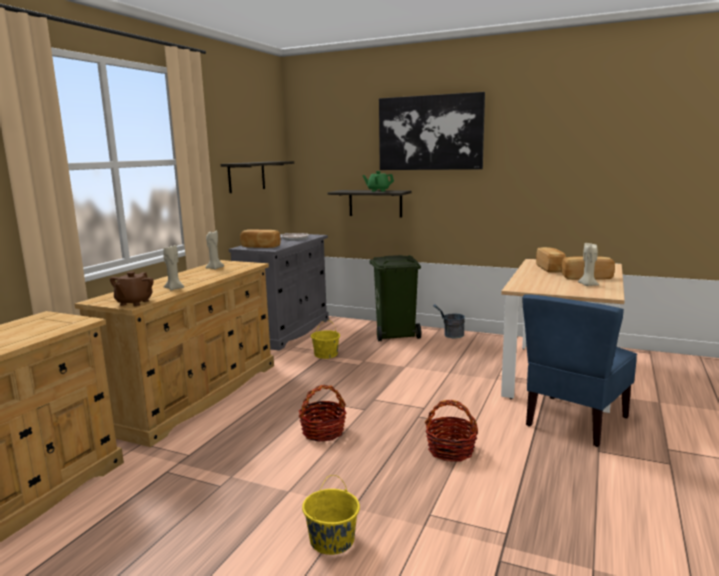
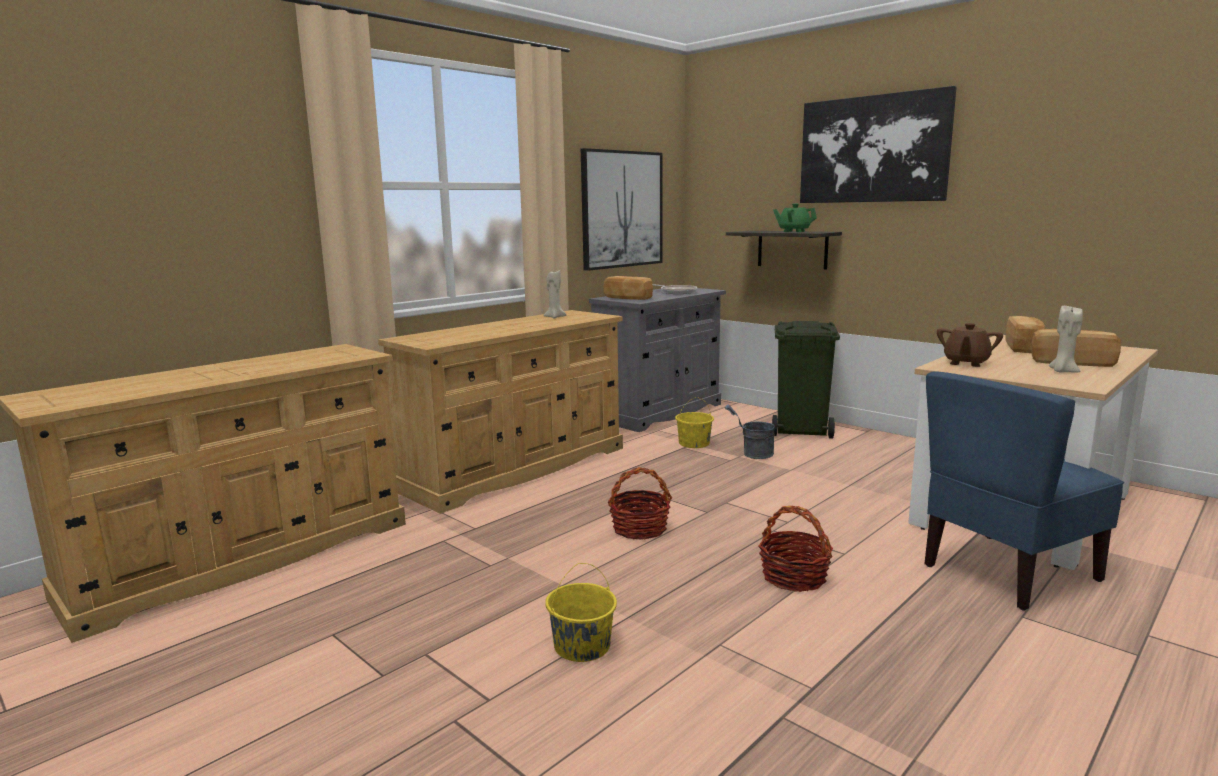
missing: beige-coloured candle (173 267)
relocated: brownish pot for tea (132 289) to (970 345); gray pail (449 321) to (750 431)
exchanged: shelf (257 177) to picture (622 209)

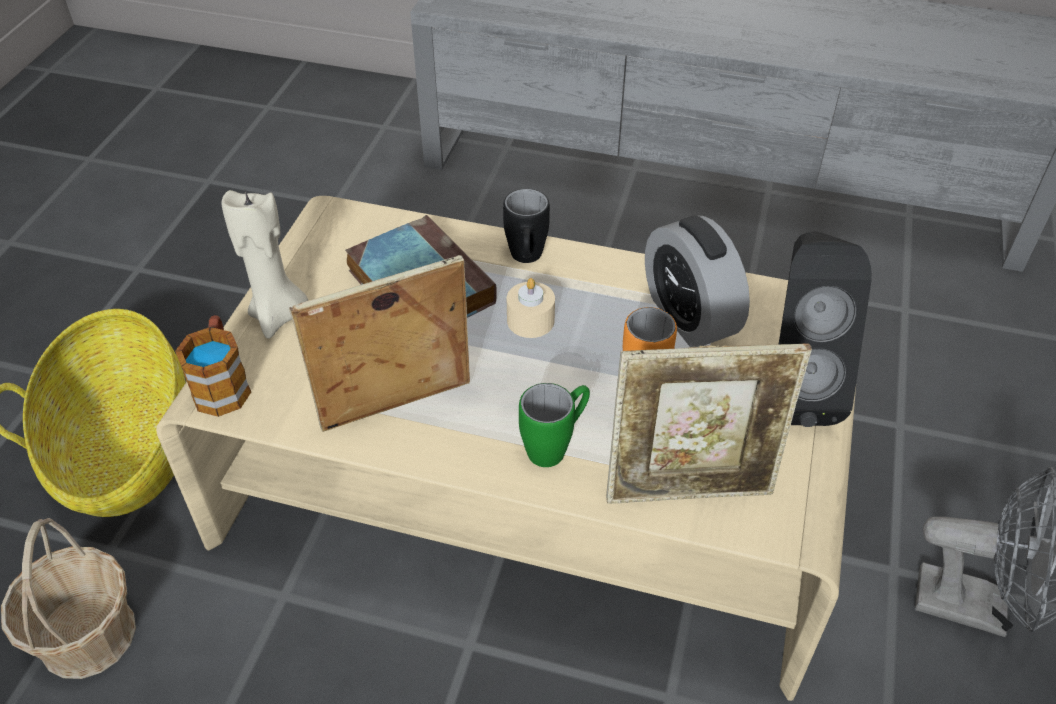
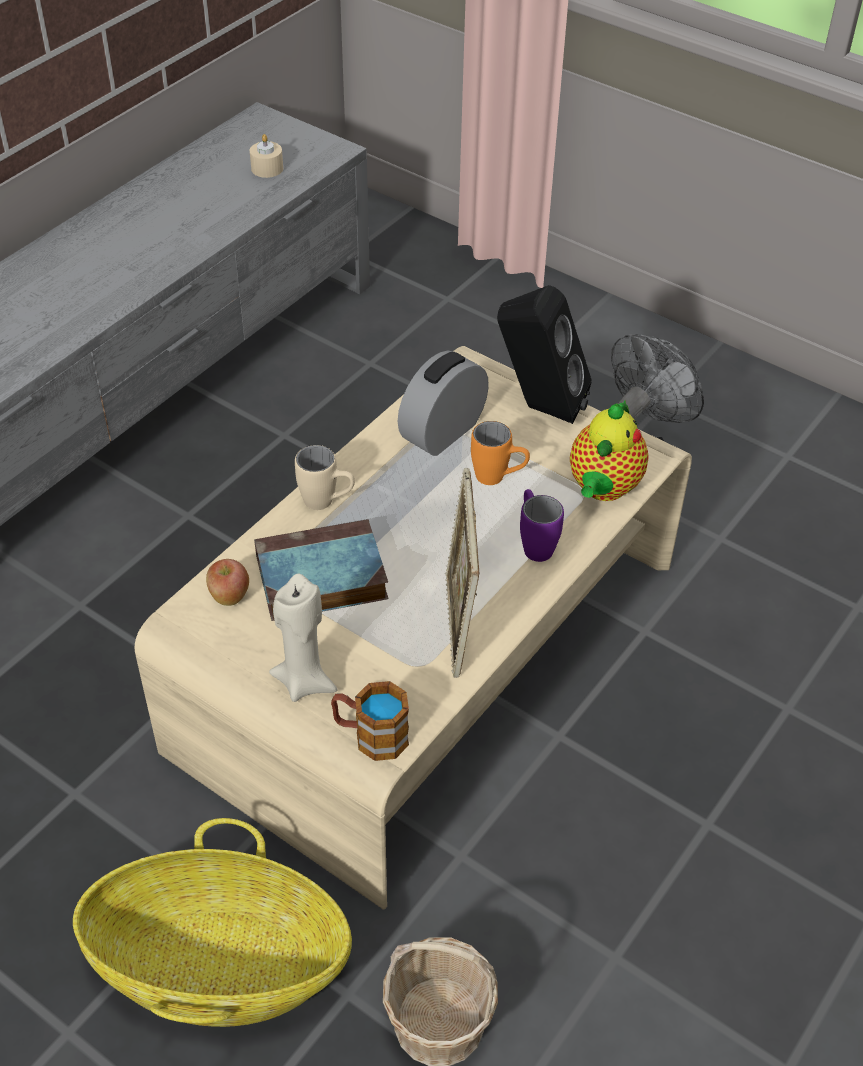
appeared: whole apple (227 582)
relocated: beige-coloured candle (531 308) to (266 156)
exchanged: photo frame (709 423) to pot for tea (609 450)
colour: black tea mug (526 226) to beige-coloured tea mug (325 477); green tea mug (554 425) to purple tea mug (542 525)
spun: alarm clock (697 281) = (443 403) 135 degrees clockwise

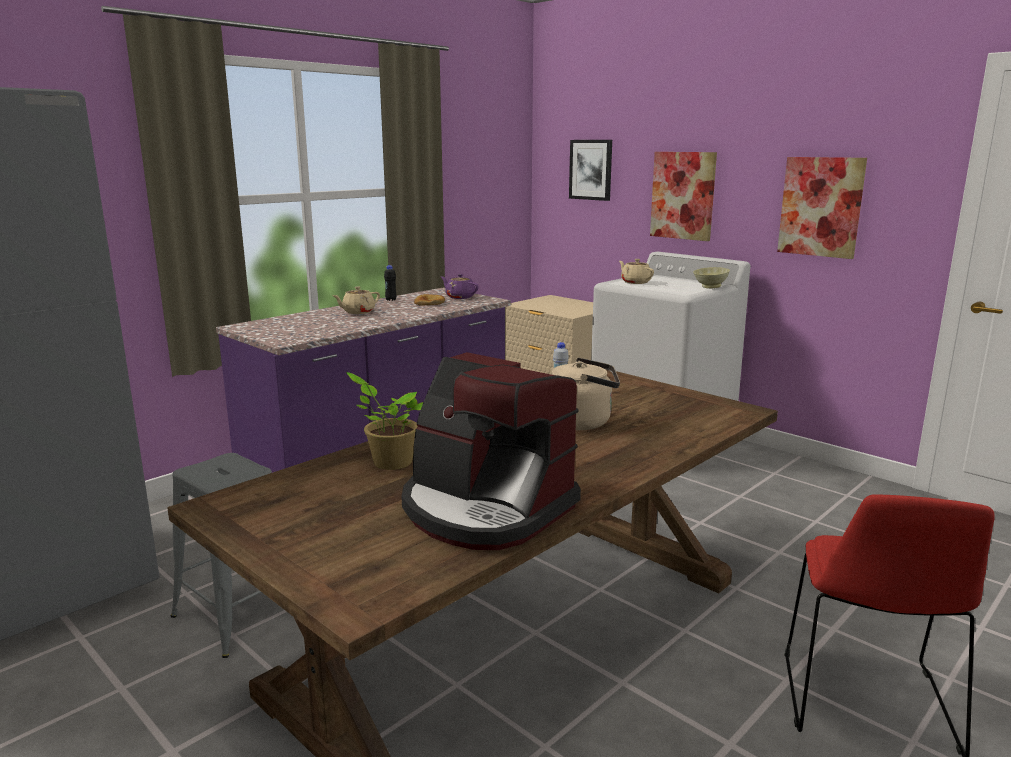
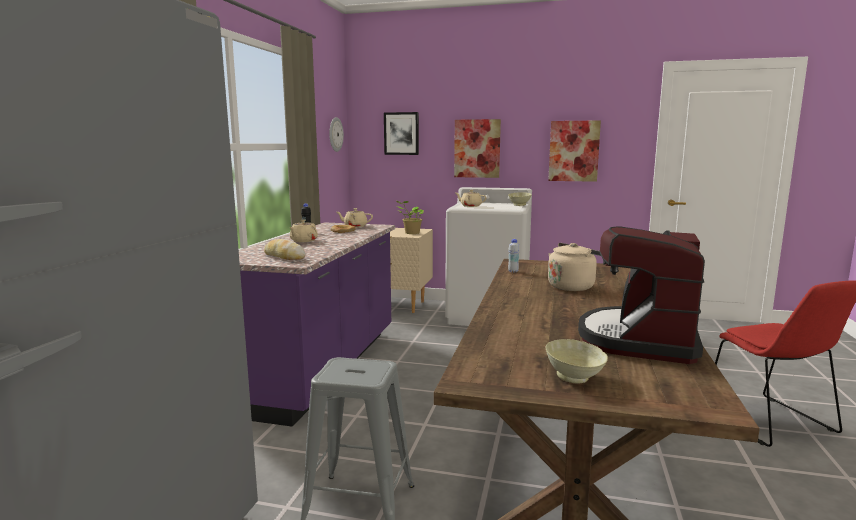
appeared: clock on the wall (336 134); baked bread (284 249); beige-coloured bowl (577 361)
relocated: potted plant (384 421) to (410 217)
colour: purple pot for tea (460 286) to beige-coloured pot for tea (355 217)
spun: coffee brewer (491 451) = (641 295) 105 degrees clockwise

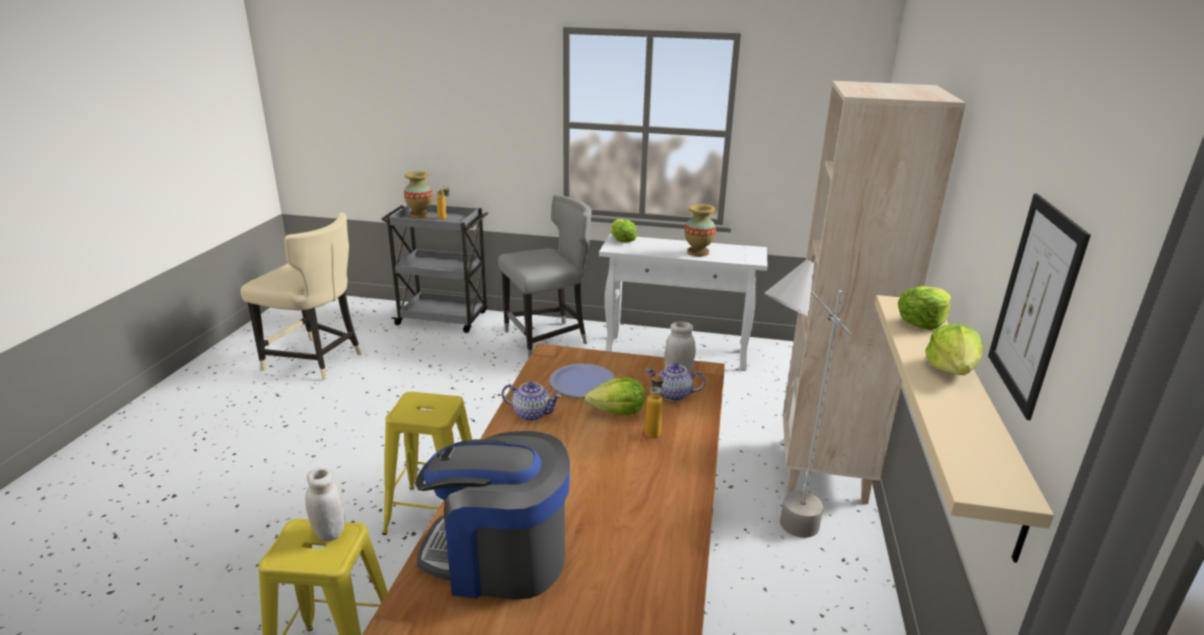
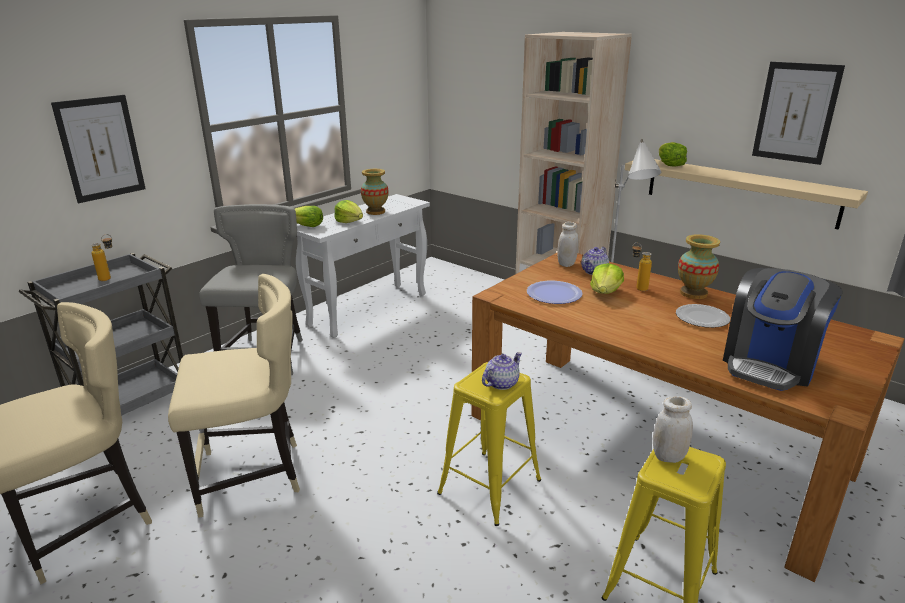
appeared: picture (98 149); beige-coloured chair (234 396); plate (703 316)
relocated: flower vase (418 194) to (699 266); lettuce head (953 349) to (348 211); pot for tea (531 401) to (502 371)

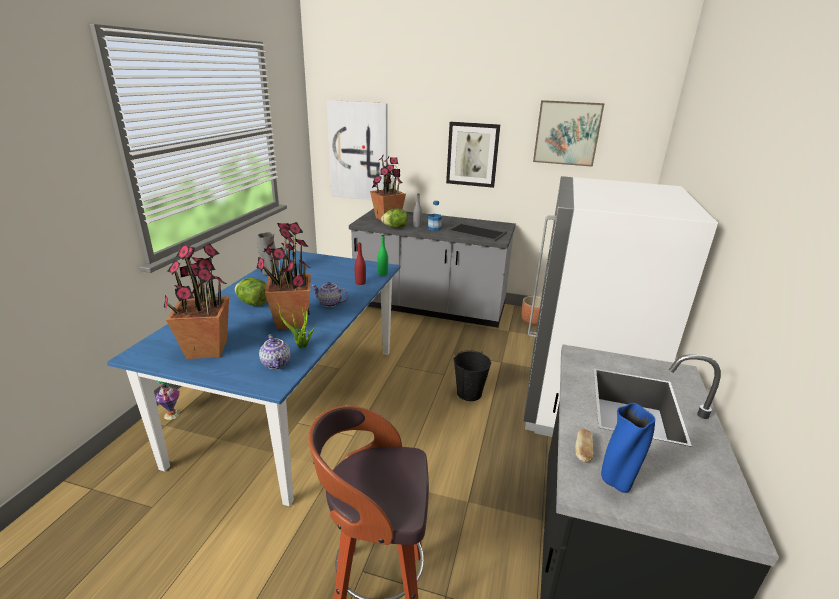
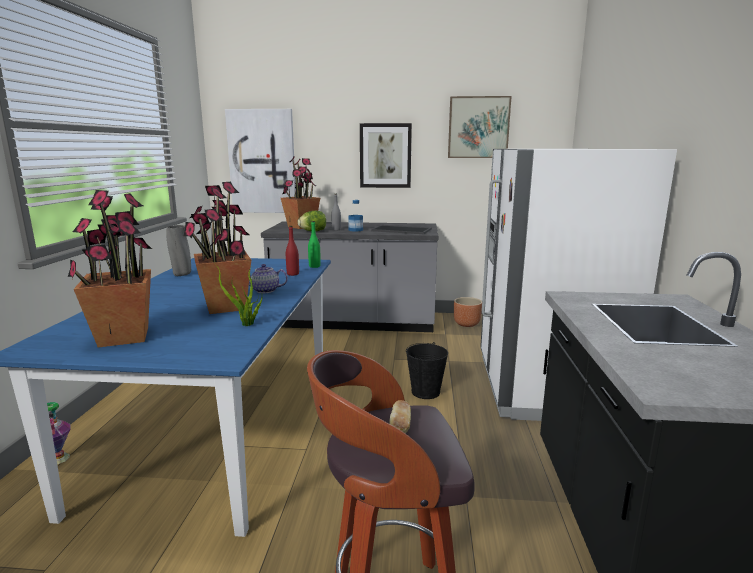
missing: lettuce head (251 292); pot for tea (275 351); blue-coloured flower vase (628 448)
relocated: baked bread (584 445) to (400 416)

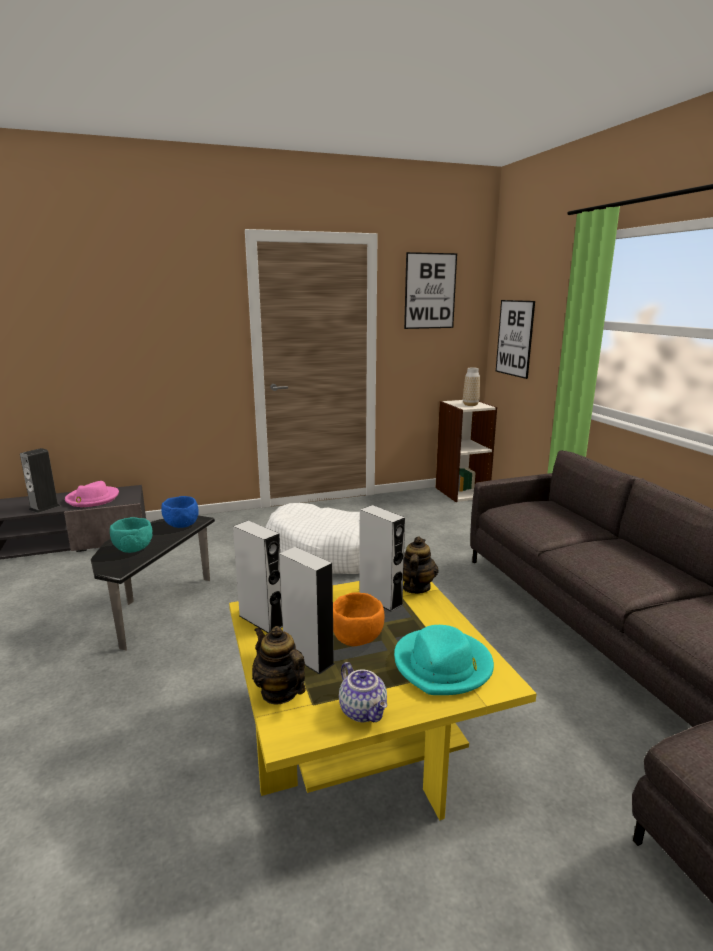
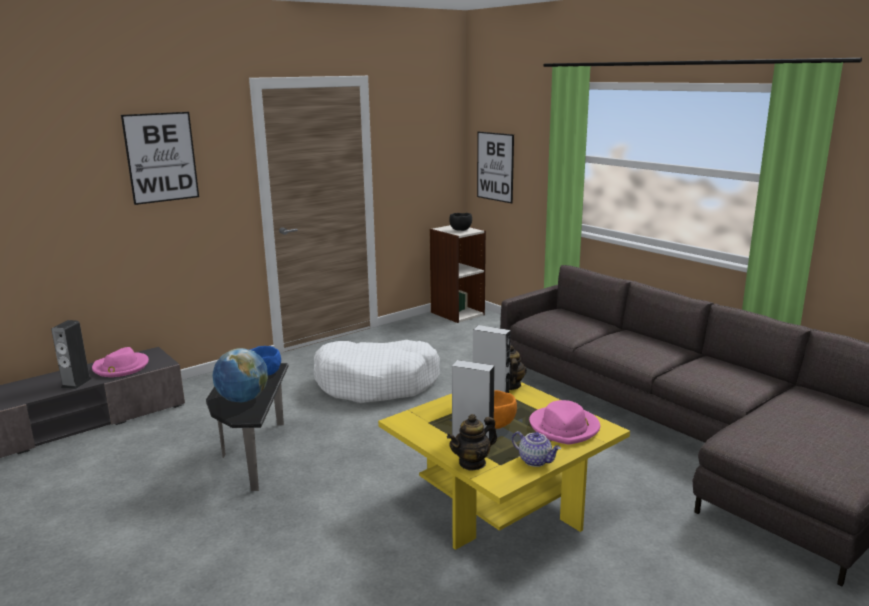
missing: gray audio speaker (258 577)
relocated: picture (430 290) to (160 158)
exchanged: flower vase (471 386) to black bowl (460 222); blue-green bowl (131 535) to globe (240 375)
colour: blue-green hat (444 660) to pinkish hat (564 422)
spun: pot for tea (279 665) = (472 442) 60 degrees counterclockwise

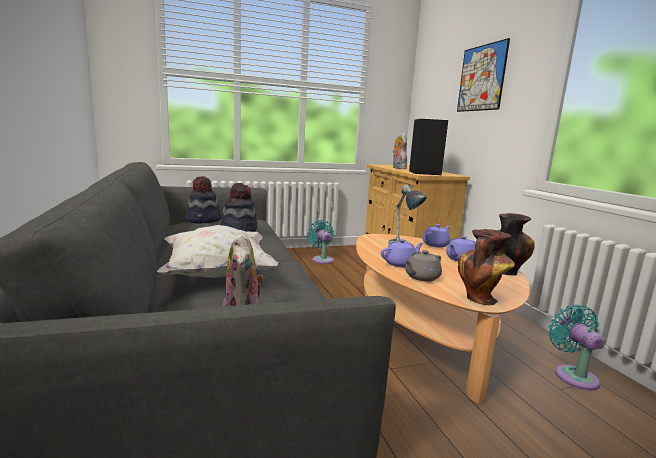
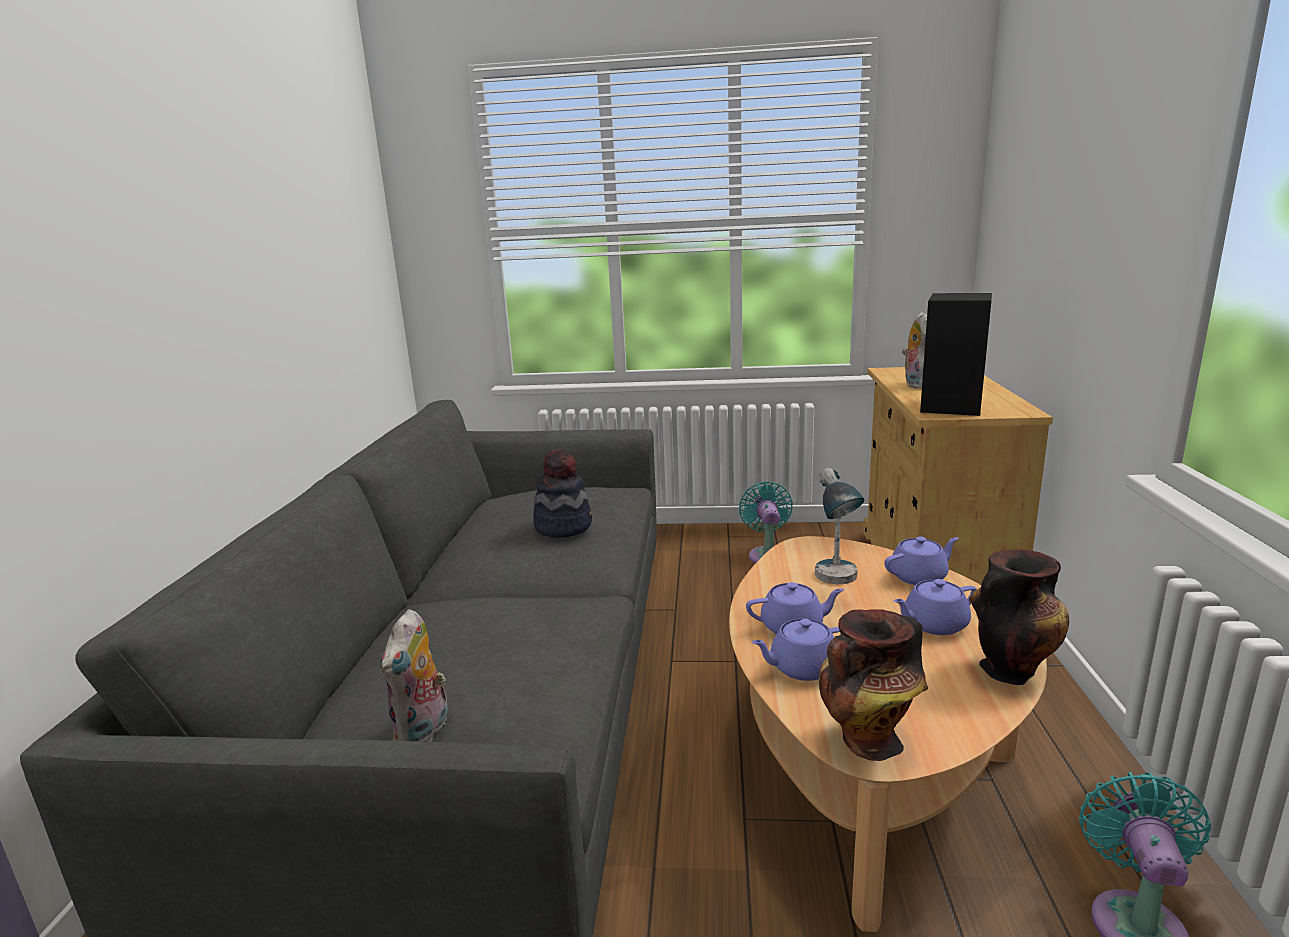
missing: picture (483 75); hat (203 200); white-coloured pillow (217 251)
colour: gray pot for tea (423 265) to purple pot for tea (795 650)

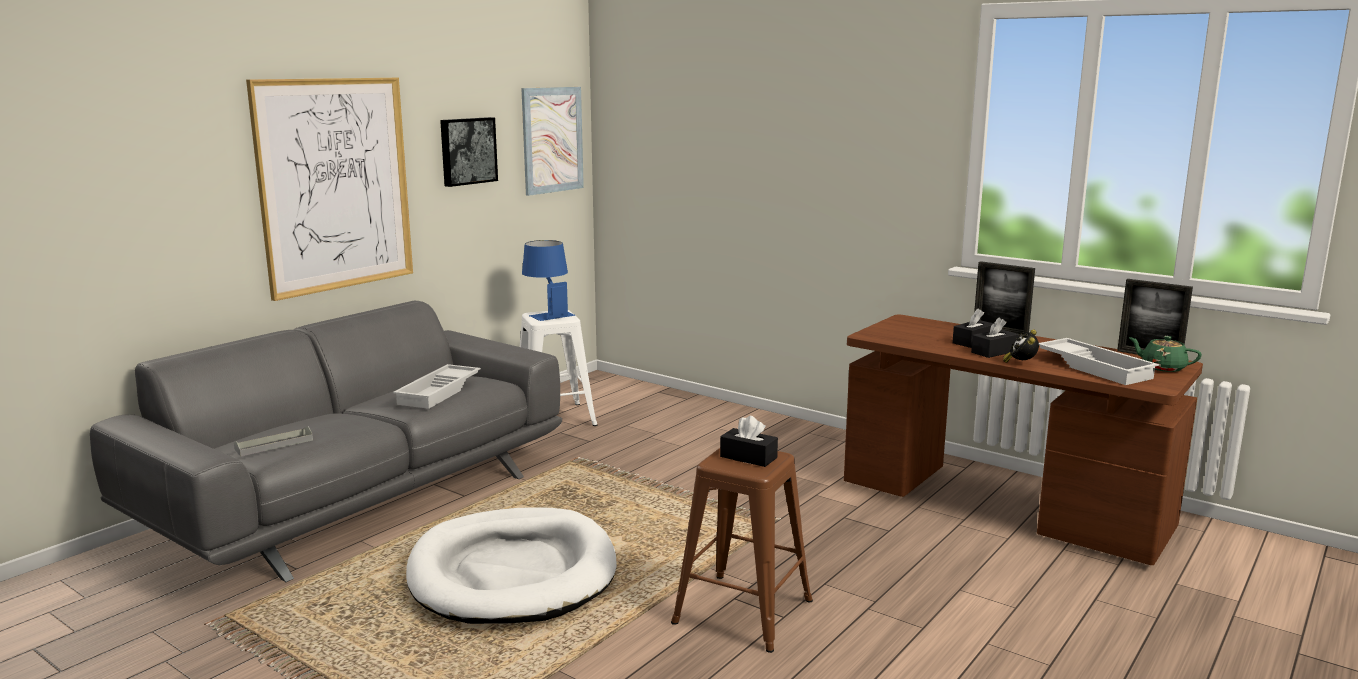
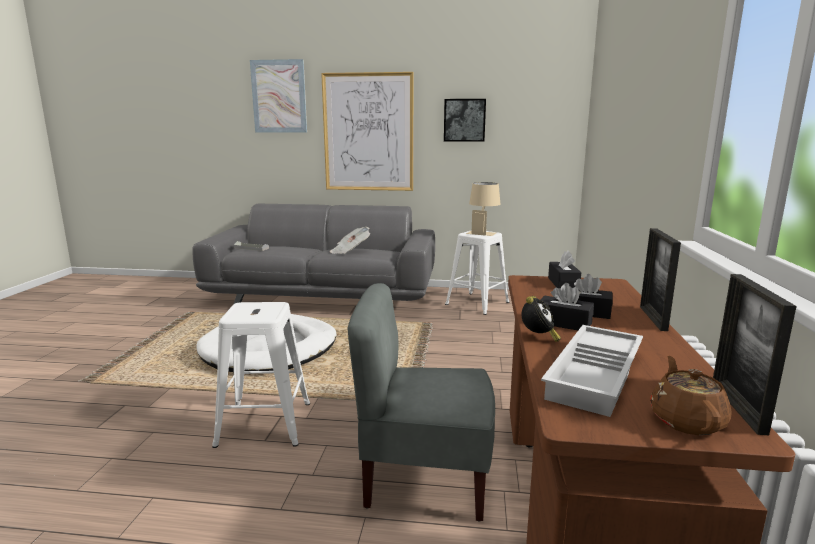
appeared: gray chair (421 402)
relocated: picture (552 141) to (278 96); black tissue holder (749 441) to (564 269)
exchanged: white-coloured serving tray (437 386) to newspaper (350 240)
colour: blue-coloured table lamp (548 280) to beige-coloured table lamp (483 209); green pot for tea (1165 354) to brownish pot for tea (690 395); brownish sitting stool (742 550) to white-coloured sitting stool (261 375)
spun: alarm clock (1021 346) = (541 319) 120 degrees clockwise

